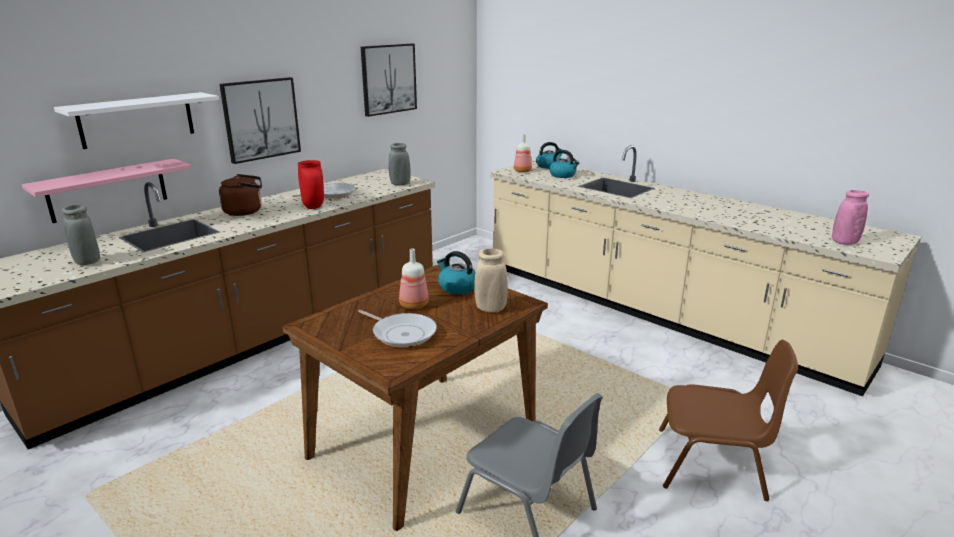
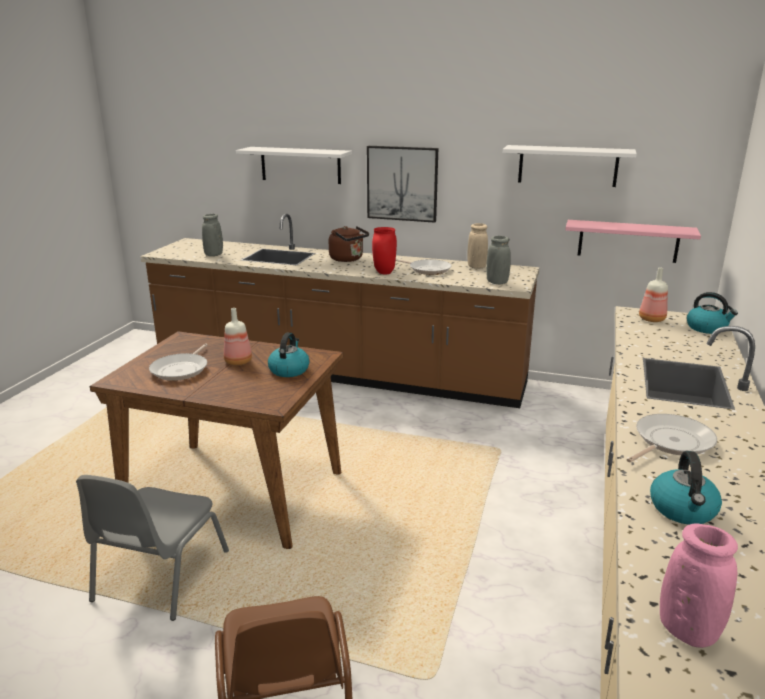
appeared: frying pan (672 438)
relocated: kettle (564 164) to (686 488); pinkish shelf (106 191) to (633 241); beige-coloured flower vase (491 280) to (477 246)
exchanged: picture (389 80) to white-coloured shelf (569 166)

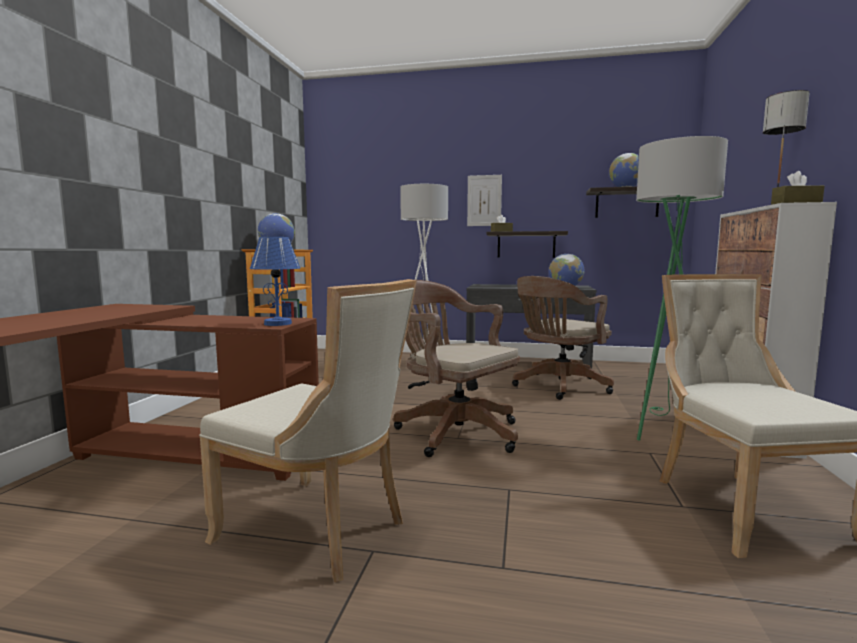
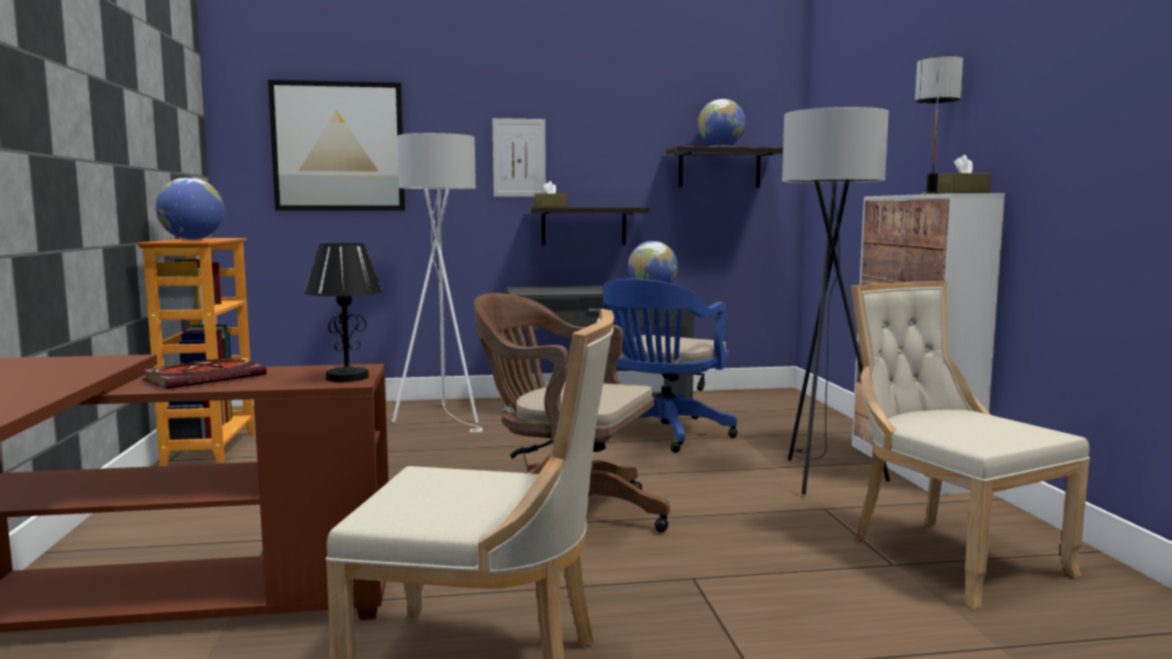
appeared: picture (336 145); book (204 373)
colour: green standing lamp (682 288) to gray standing lamp (836 301); blue-coloured table lamp (275 281) to black table lamp (343 312); brownish desk chair (563 338) to blue-coloured desk chair (670 365)

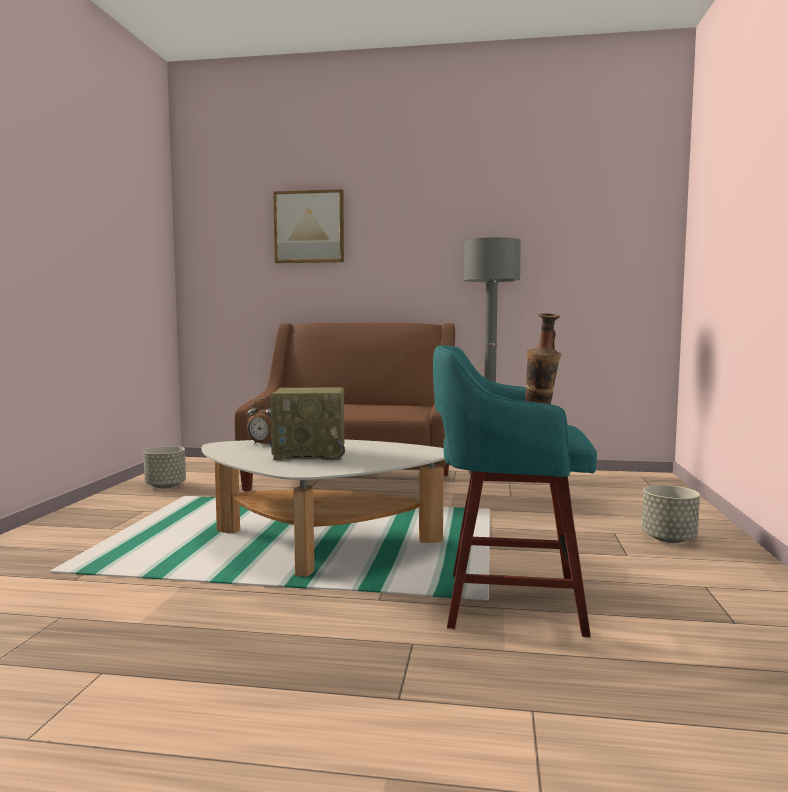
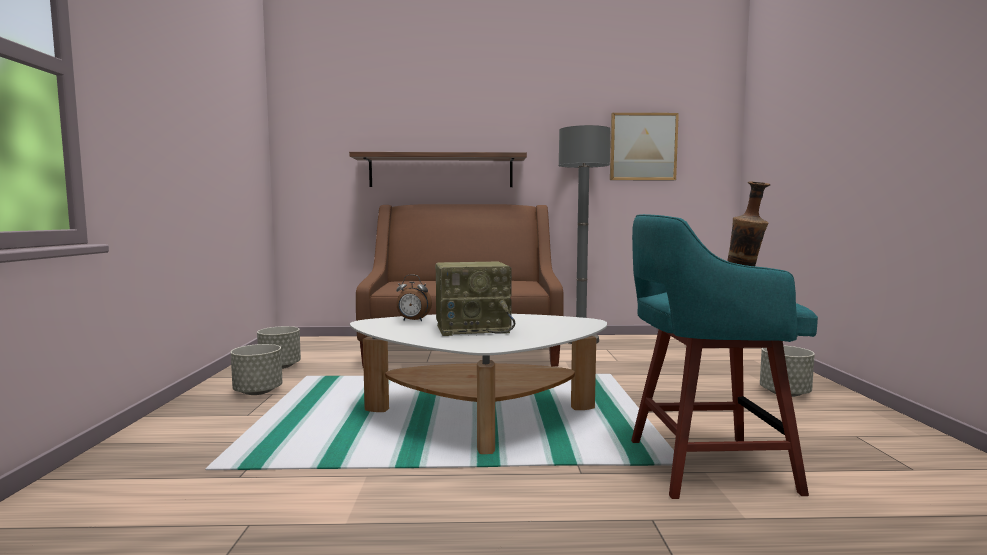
appeared: shelf (438 169); gray plant pot (256 369)
relocated: picture (308 226) to (644 146)

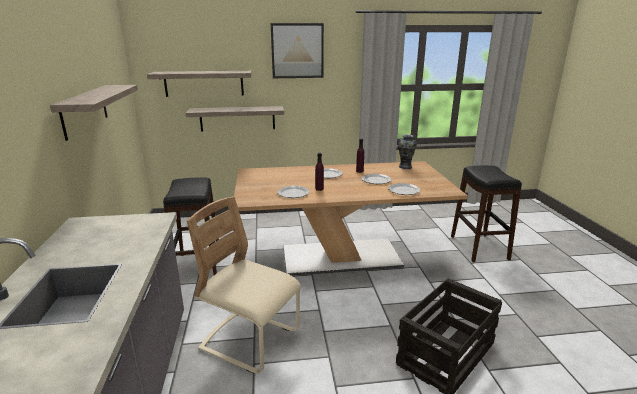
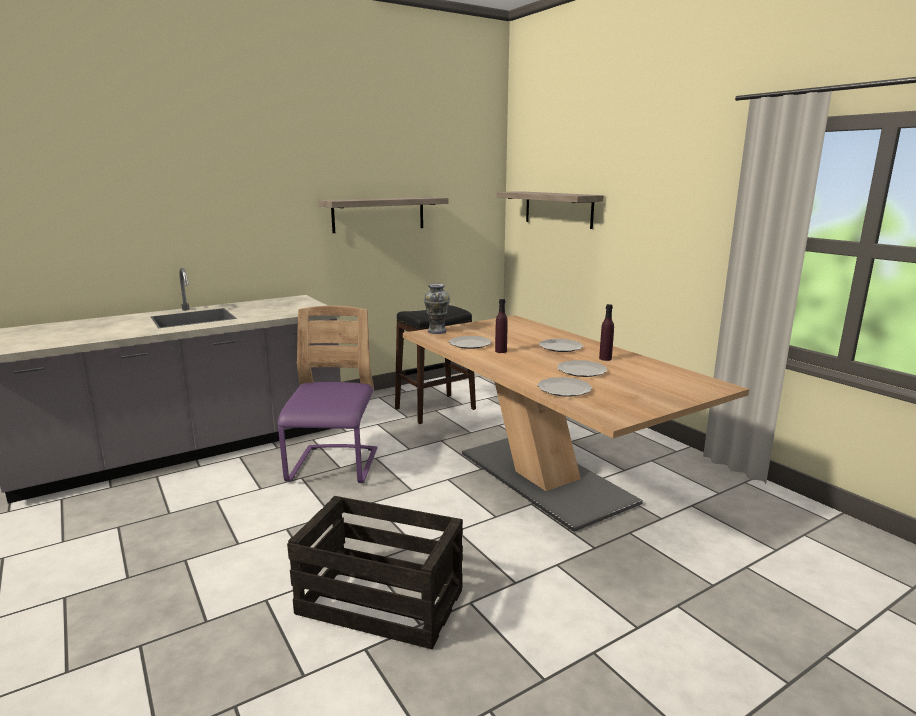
missing: picture (297 50); shelf (235 118); black sitting stool (486 213)
relocated: flower vase (407 151) to (437 309)
colour: beige-coloured chair (244 285) to purple chair (328 394)

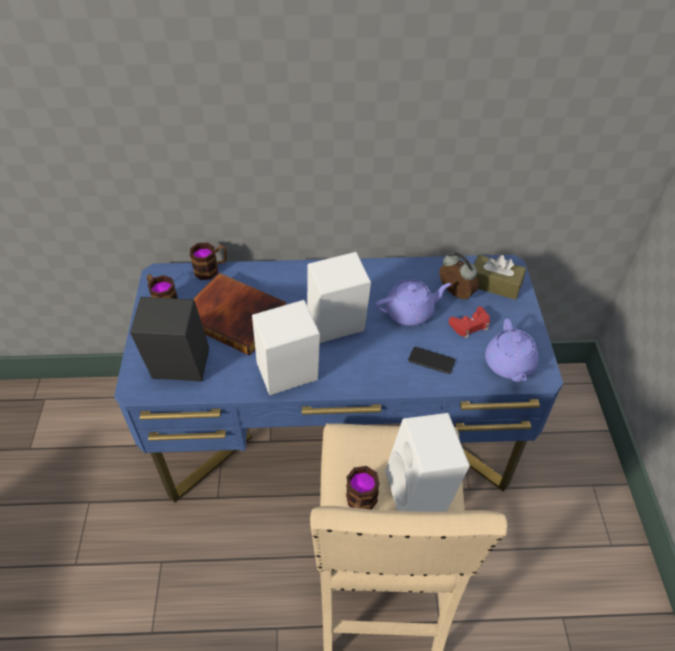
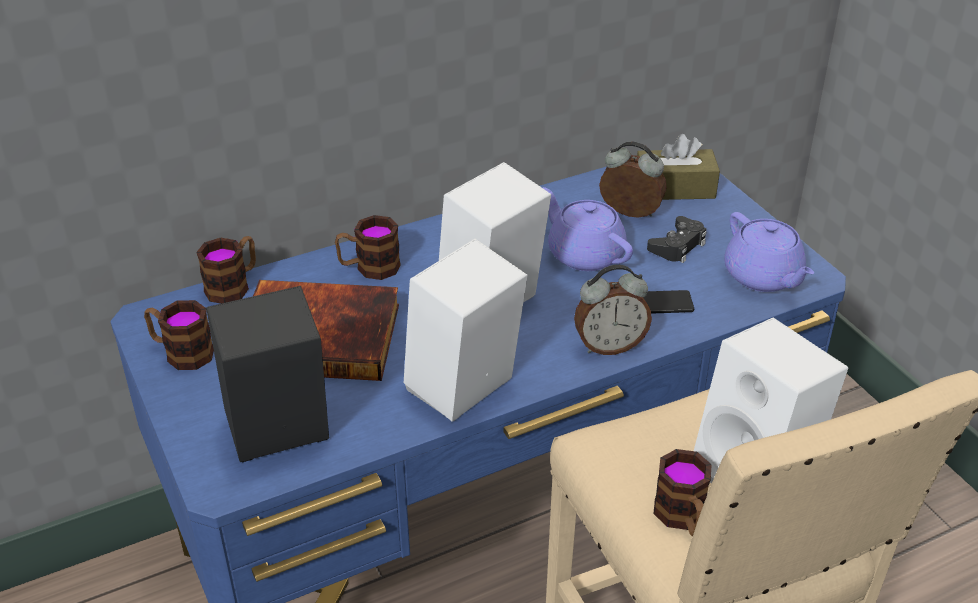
appeared: tea mug (368 247); alarm clock (613 310)
colour: red gamepad (469 323) to black gamepad (676 239)
spun: purple pot for tea (413 302) = (588 229) 90 degrees counterclockwise

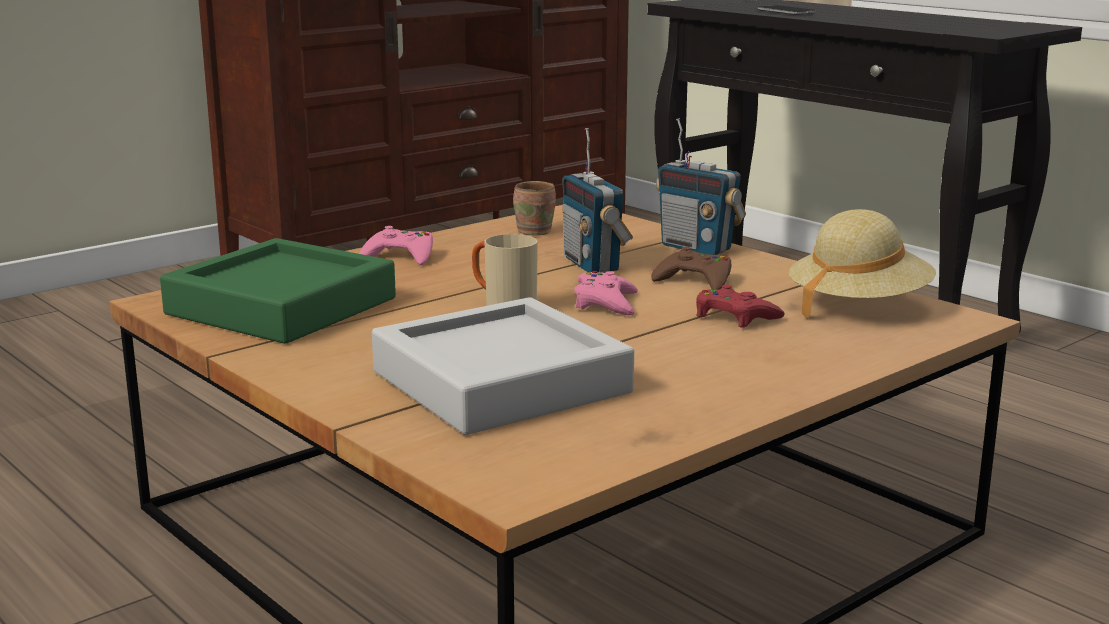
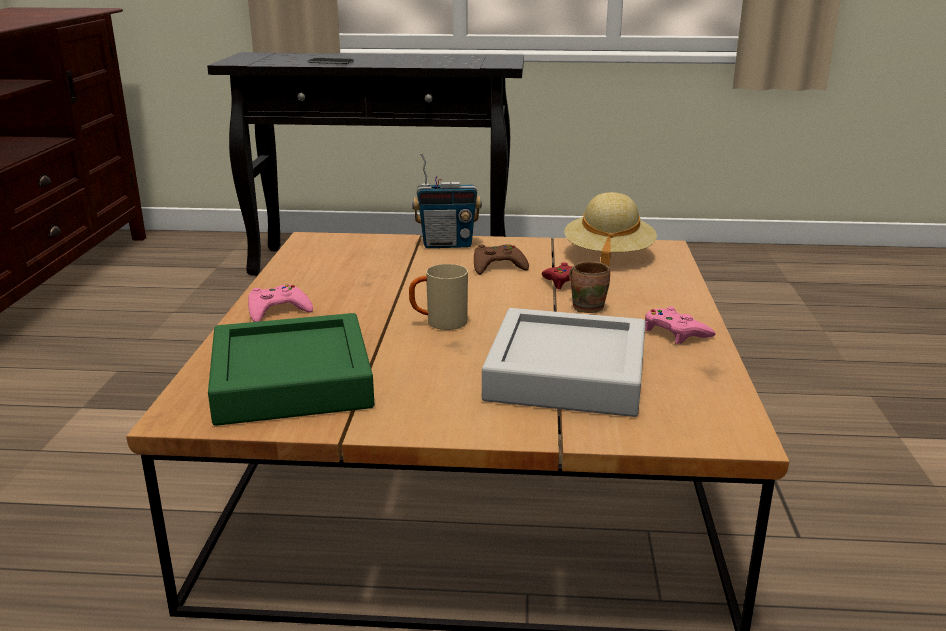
missing: radio (598 200)
relocated: brownish tea mug (534 208) to (589 287); pinkish gamepad (606 293) to (680 325)

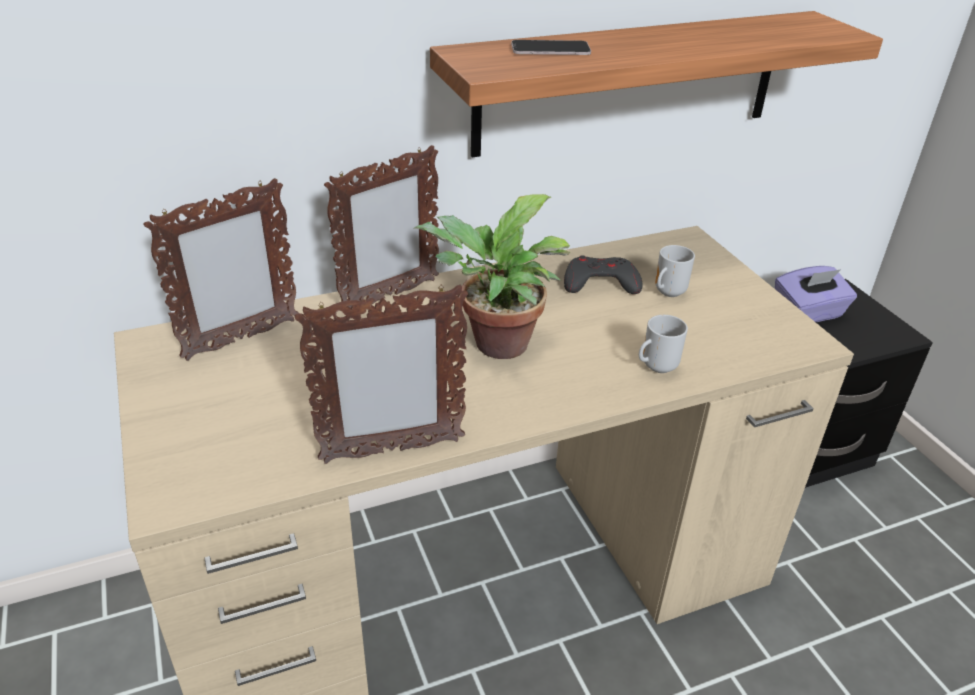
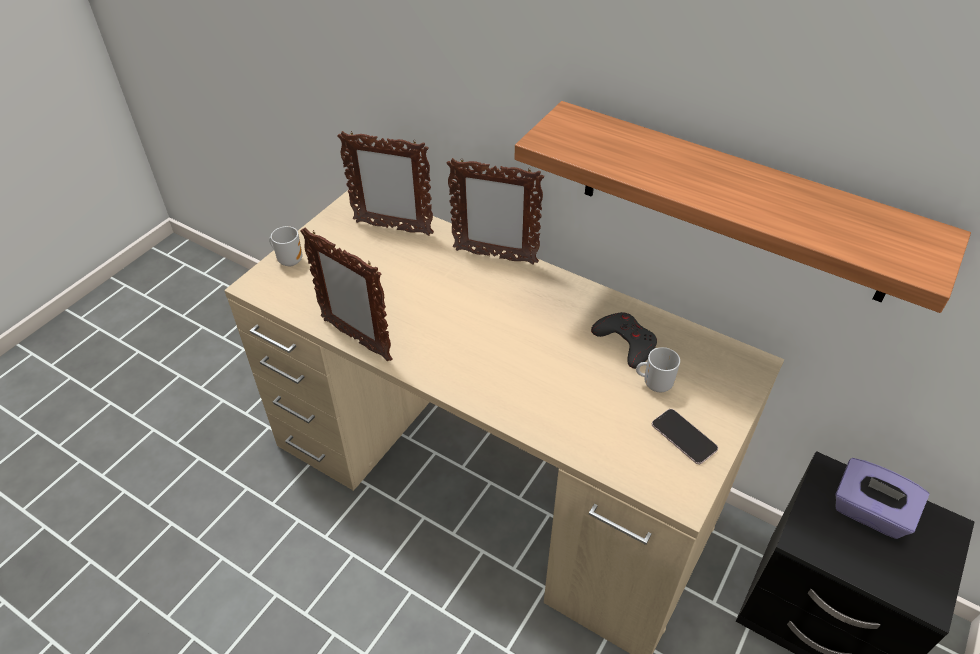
missing: potted plant (492 276)
relocated: handset (551 47) to (685 436); tea mug (663 344) to (286 246)

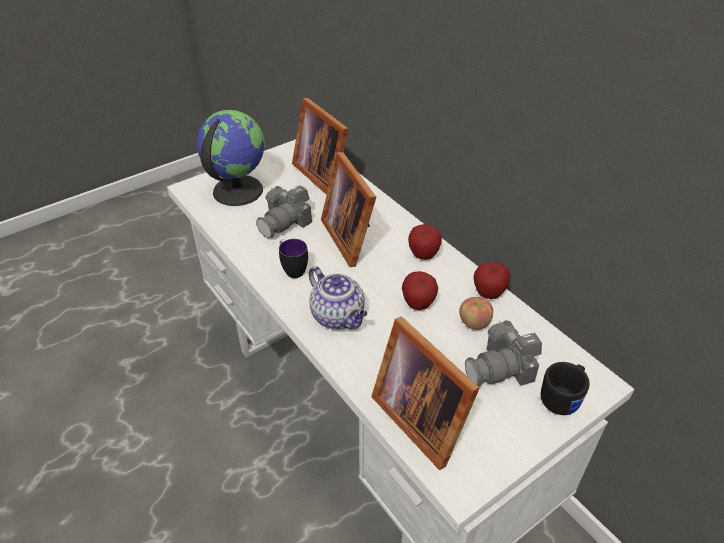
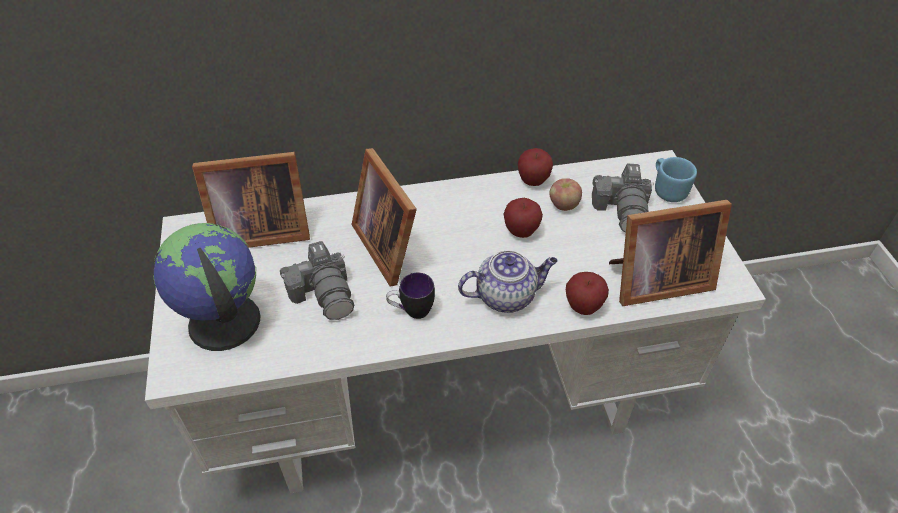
relocated: whole apple (425 242) to (587 293)
colour: black tea mug (565 388) to blue-coloured tea mug (676 179)
spun: photo frame (348 209) = (384 217) 60 degrees clockwise

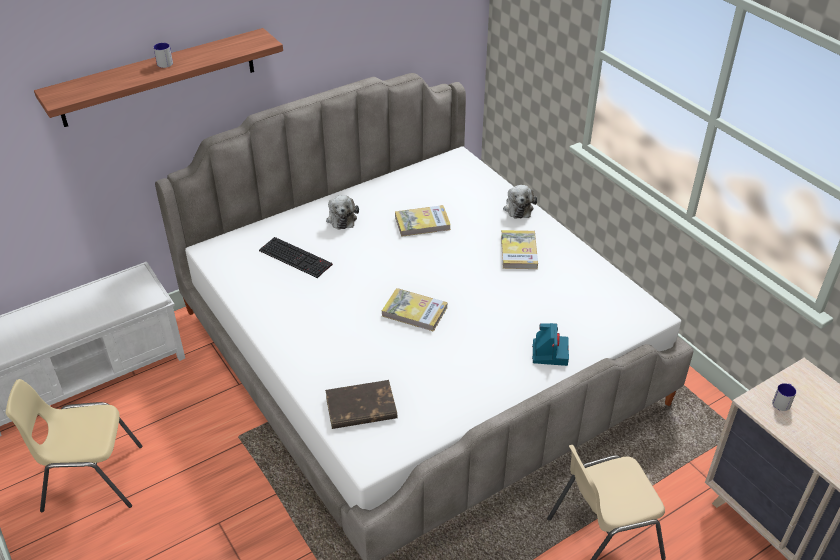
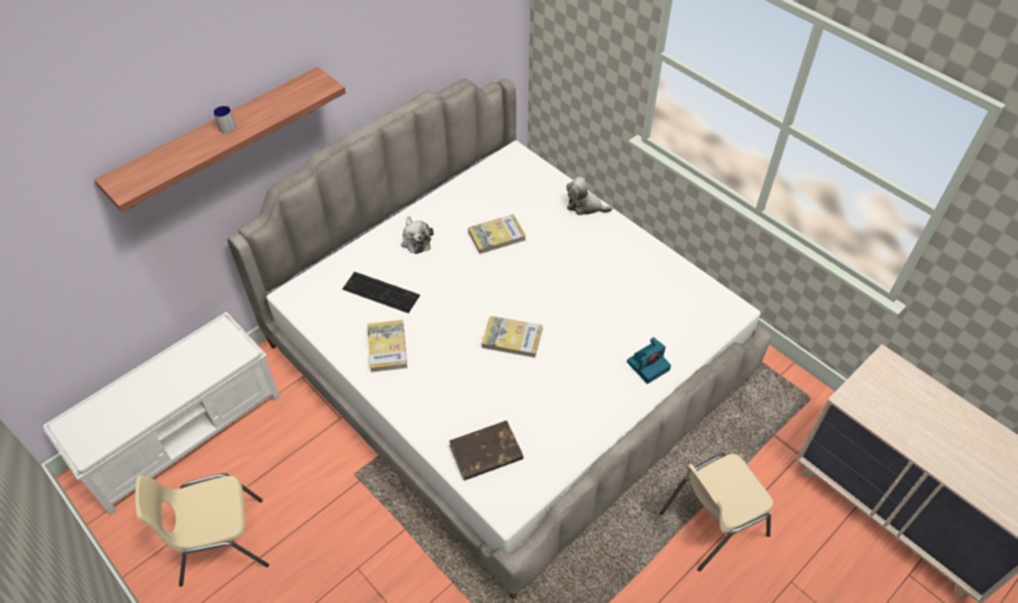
missing: tea mug (784 397)
relocated: book (519 249) to (387 346)
spun: soft toy (520 201) = (589 196) 120 degrees clockwise; photo camera (550 344) = (649 360) 60 degrees clockwise

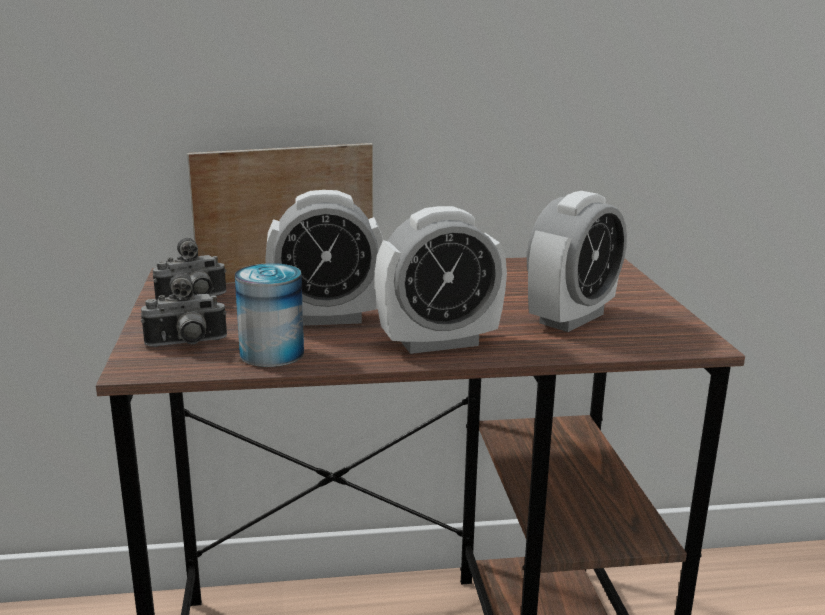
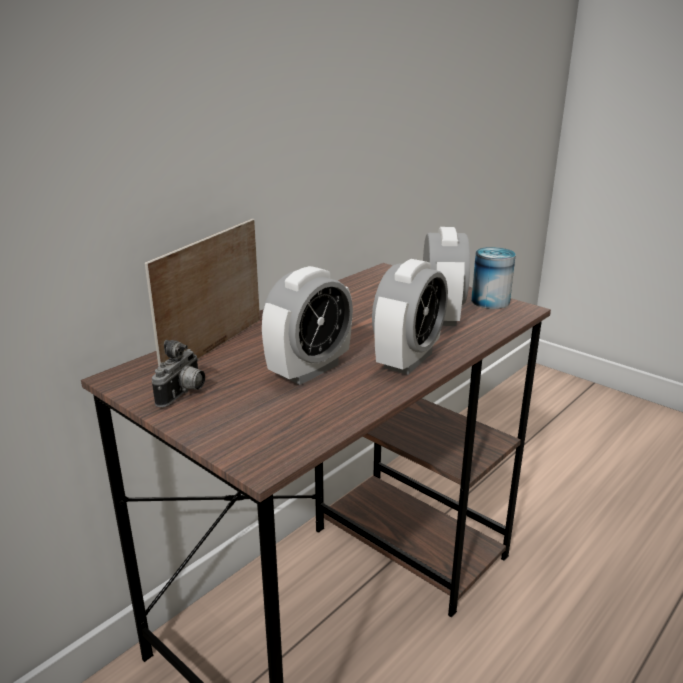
missing: photo camera (184 310)
relocated: metal can (269 315) to (493 278)

